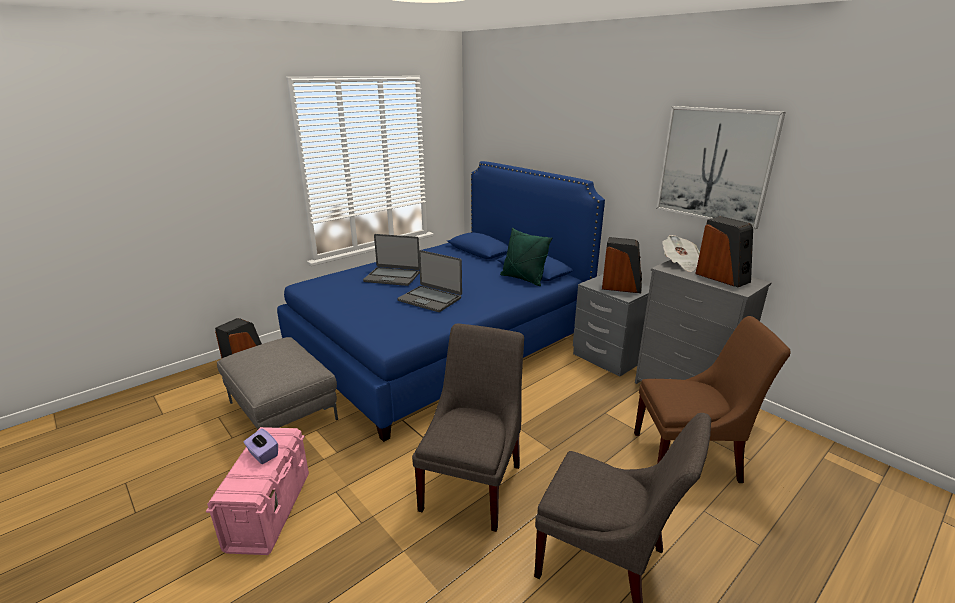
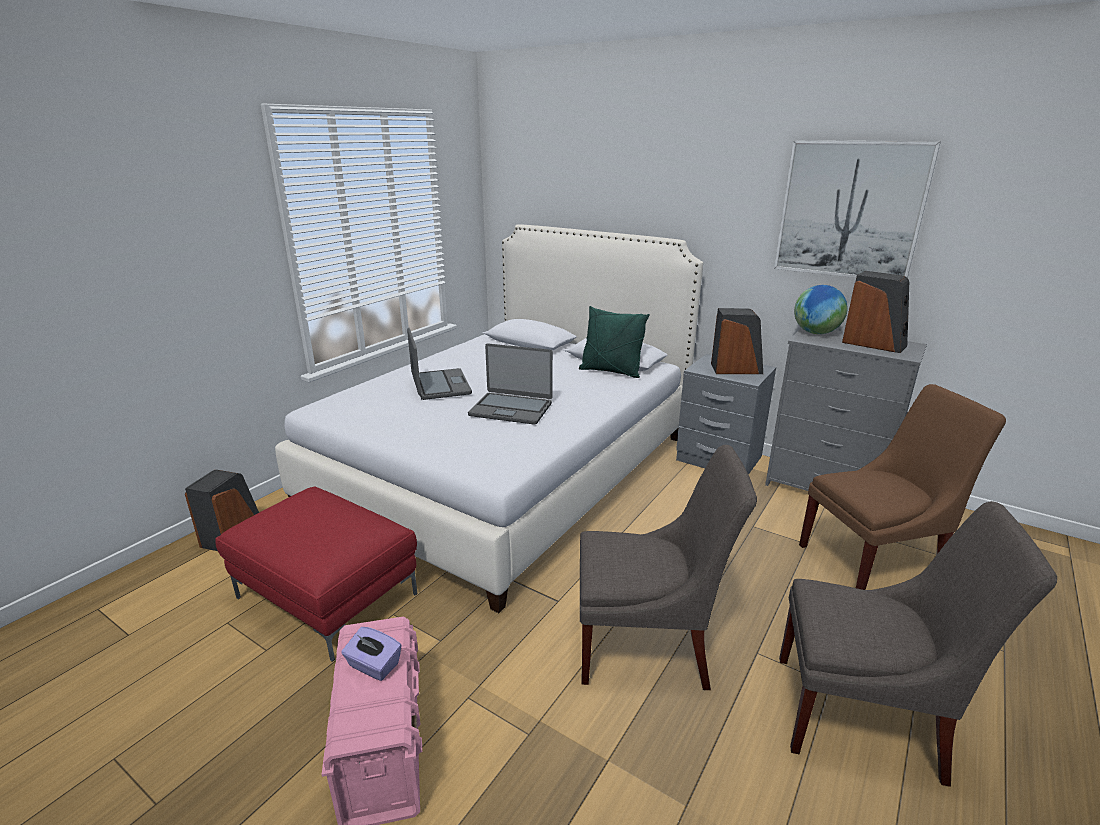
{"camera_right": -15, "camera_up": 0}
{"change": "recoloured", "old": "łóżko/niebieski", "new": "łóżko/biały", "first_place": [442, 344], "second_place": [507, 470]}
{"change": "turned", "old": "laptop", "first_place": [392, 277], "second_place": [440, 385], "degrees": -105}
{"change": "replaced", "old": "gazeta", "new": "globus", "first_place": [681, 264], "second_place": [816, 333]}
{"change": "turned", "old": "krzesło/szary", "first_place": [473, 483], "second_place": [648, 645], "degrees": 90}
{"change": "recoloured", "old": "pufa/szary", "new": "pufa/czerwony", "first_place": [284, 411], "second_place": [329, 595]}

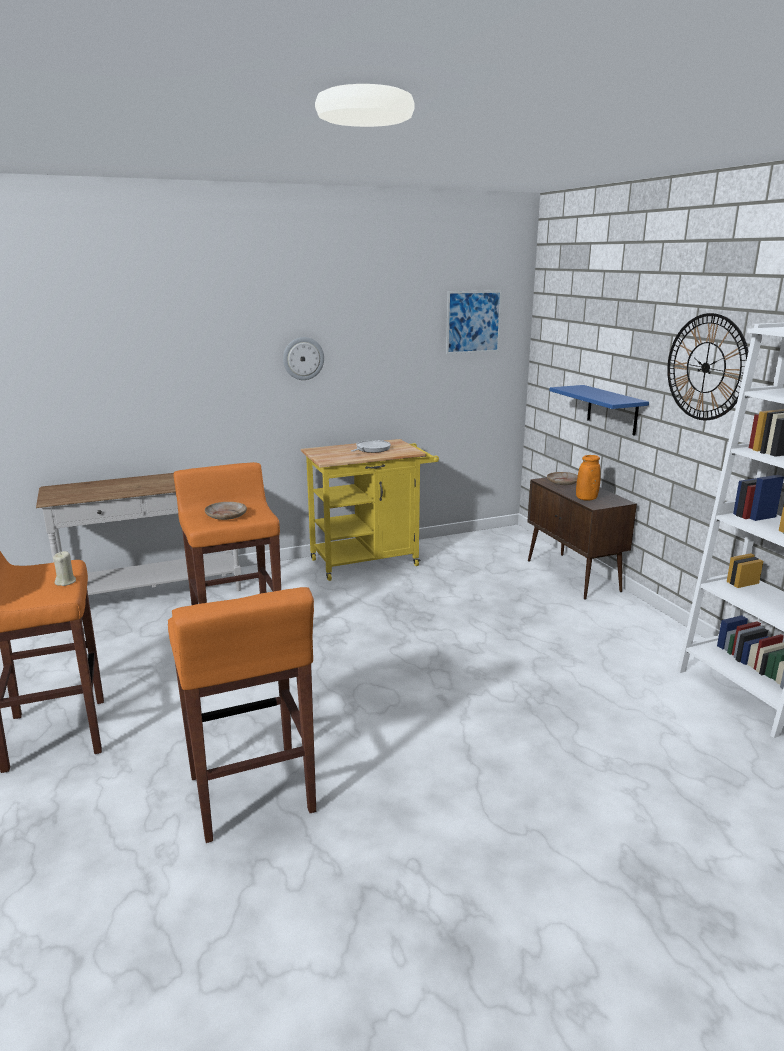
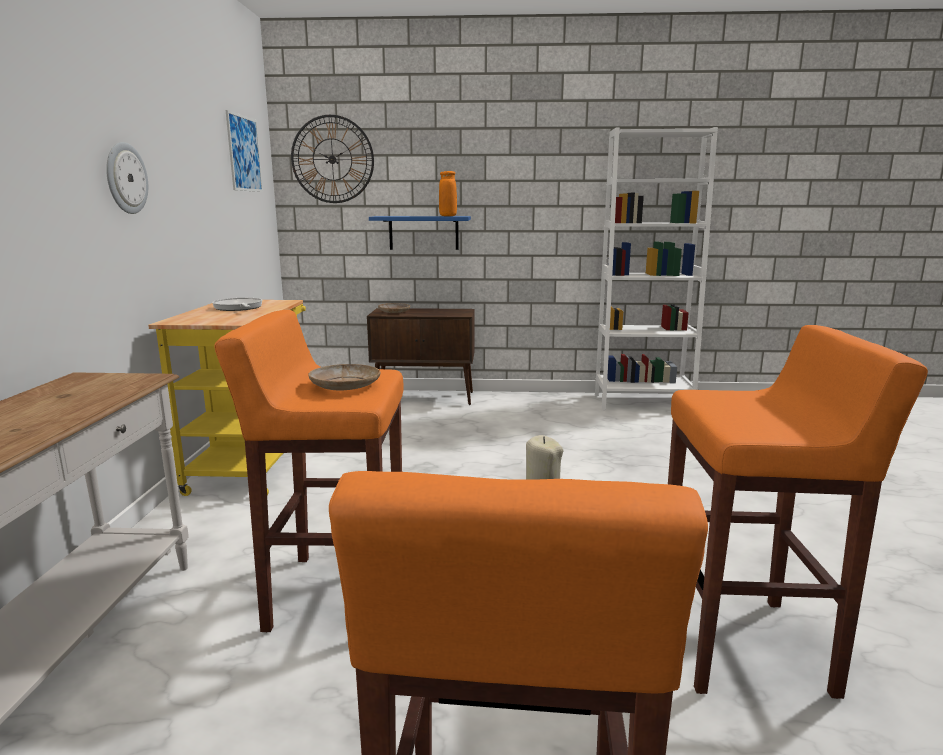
{"camera_right": -65, "camera_up": -5}
{"change": "moved", "old": "zegar ścienny", "first_place": [706, 367], "second_place": [332, 159]}
{"change": "moved", "old": "wazon/pomarańczowy", "first_place": [586, 498], "second_place": [448, 216]}

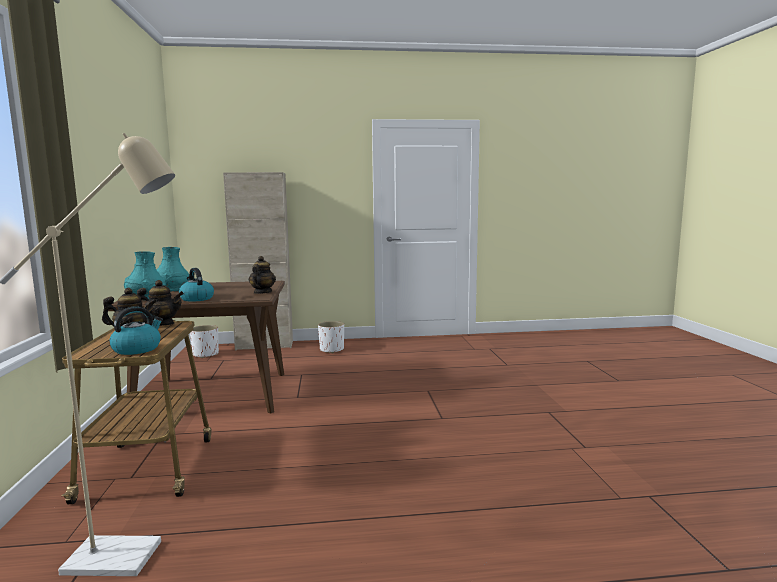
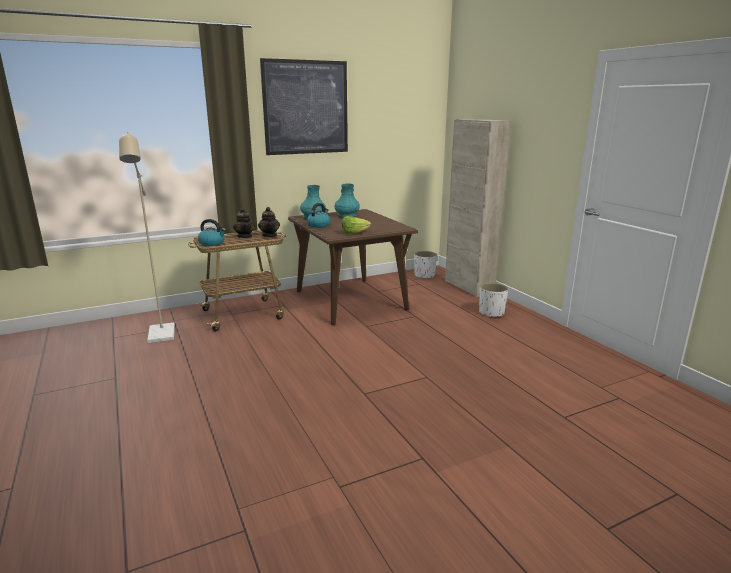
{"camera_right": 70, "camera_up": 10}
{"change": "replaced", "old": "imbryk", "new": "sałata", "first_place": [262, 292], "second_place": [354, 233]}
{"change": "added", "new": "obraz", "second_place": [306, 108]}

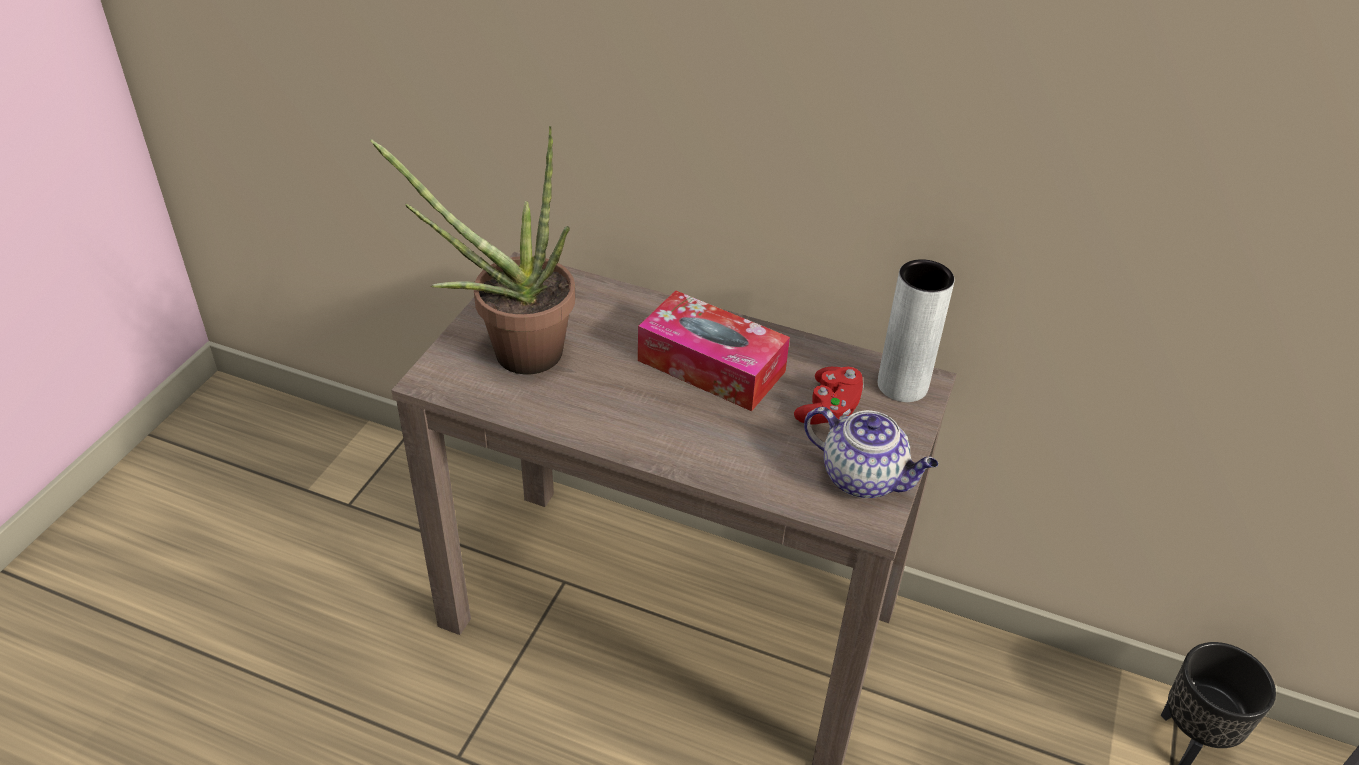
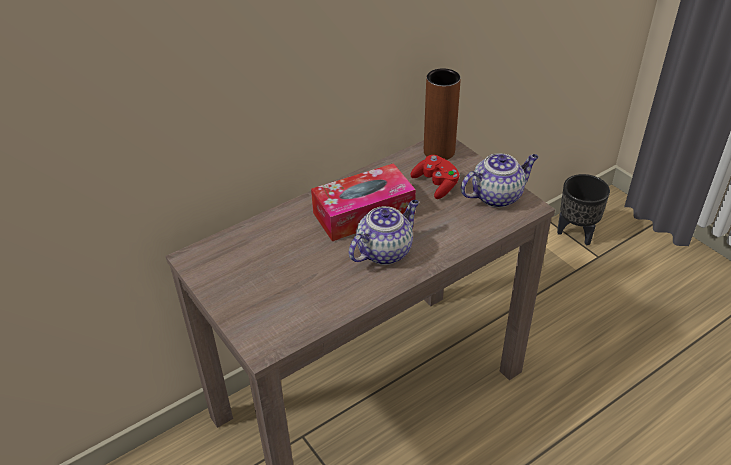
{"camera_right": -55, "camera_up": 0}
{"change": "removed", "old": "roślina doniczkowa", "first_place": [512, 354]}
{"change": "recoloured", "old": "wazon/szary", "new": "wazon/brązowy", "first_place": [902, 385], "second_place": [439, 151]}
{"change": "added", "new": "imbryk", "second_place": [385, 251]}

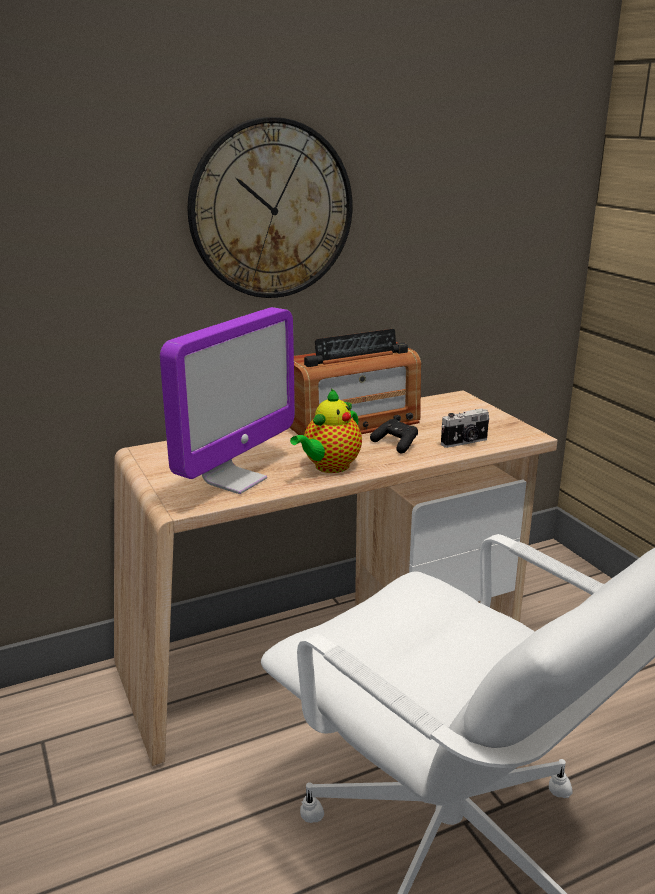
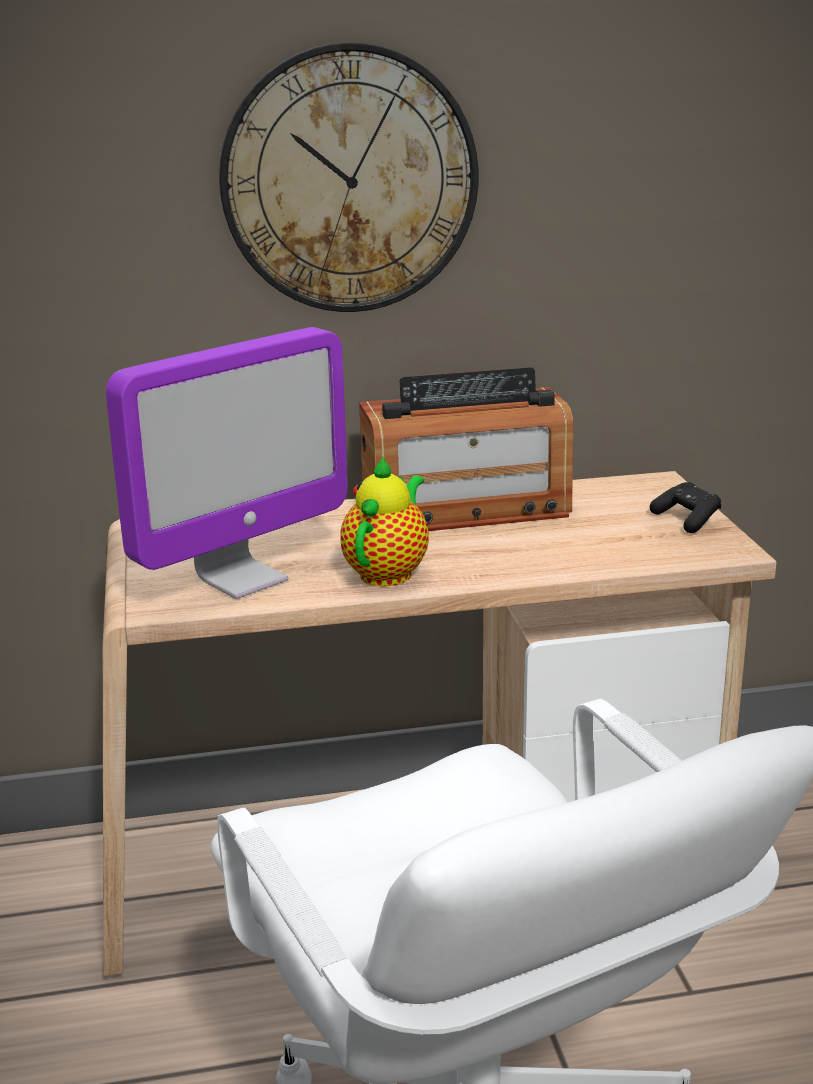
{"camera_right": 15, "camera_up": 0}
{"change": "turned", "old": "imbryk", "first_place": [329, 467], "second_place": [388, 572], "degrees": 150}
{"change": "removed", "old": "aparat fotograficzny", "first_place": [465, 442]}
{"change": "moved", "old": "pad do gier/czarny", "first_place": [395, 444], "second_place": [687, 520]}

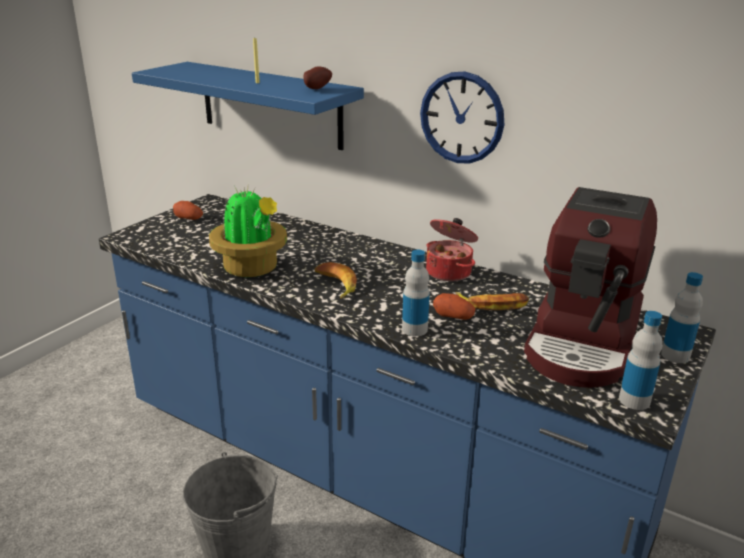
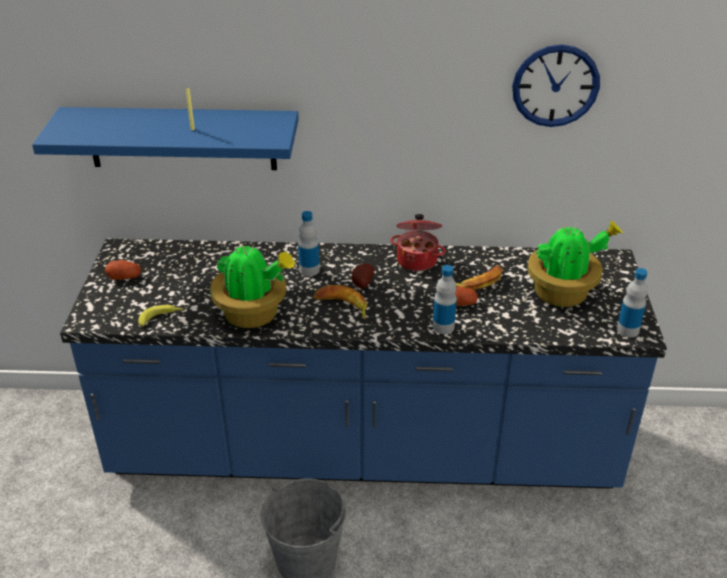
{"camera_right": -30, "camera_up": 10}
{"change": "moved", "old": "ziemniak", "first_place": [316, 89], "second_place": [361, 284]}
{"change": "moved", "old": "zegar ścienny", "first_place": [461, 118], "second_place": [555, 86]}
{"change": "replaced", "old": "ekspres do kawy", "new": "roślina doniczkowa", "first_place": [584, 342], "second_place": [563, 293]}
{"change": "moved", "old": "butelka", "first_place": [675, 355], "second_place": [309, 270]}
{"change": "added", "new": "banan", "second_place": [161, 318]}

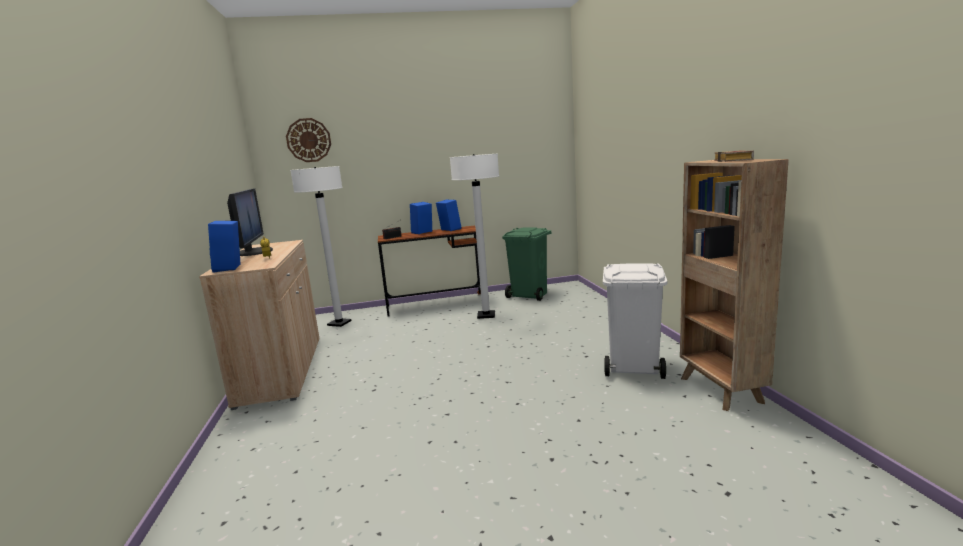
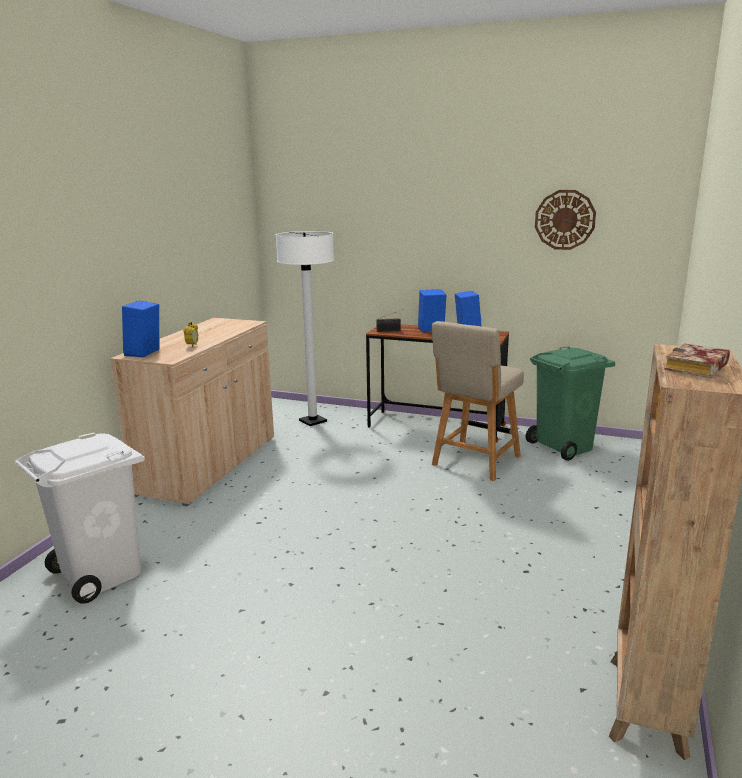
{"camera_right": 30, "camera_up": 5}
{"change": "moved", "old": "zegar ścienny", "first_place": [308, 140], "second_place": [565, 220]}
{"change": "replaced", "old": "lampa stojąca/biały", "new": "krzesło/beżowy", "first_place": [486, 315], "second_place": [474, 462]}
{"change": "removed", "old": "monitor", "first_place": [253, 252]}
{"change": "moved", "old": "kosz na śmieci/biały", "first_place": [634, 367], "second_place": [102, 574]}

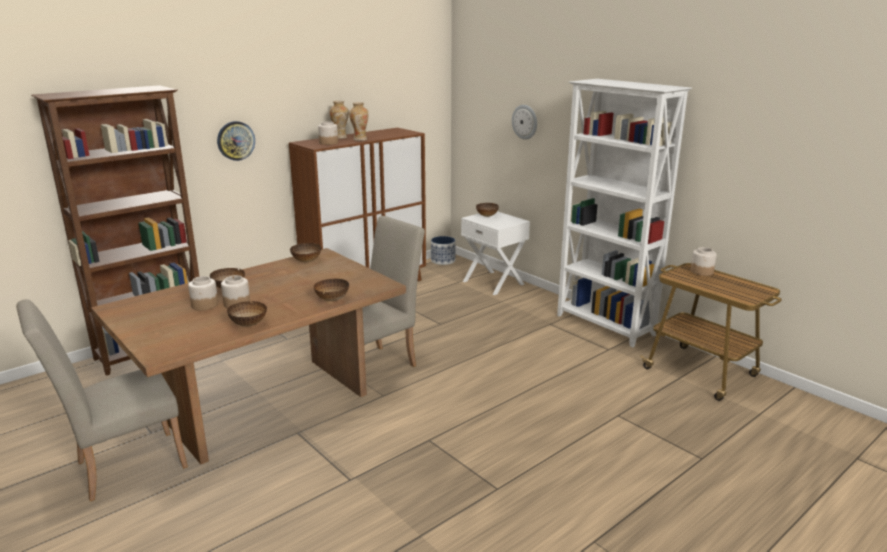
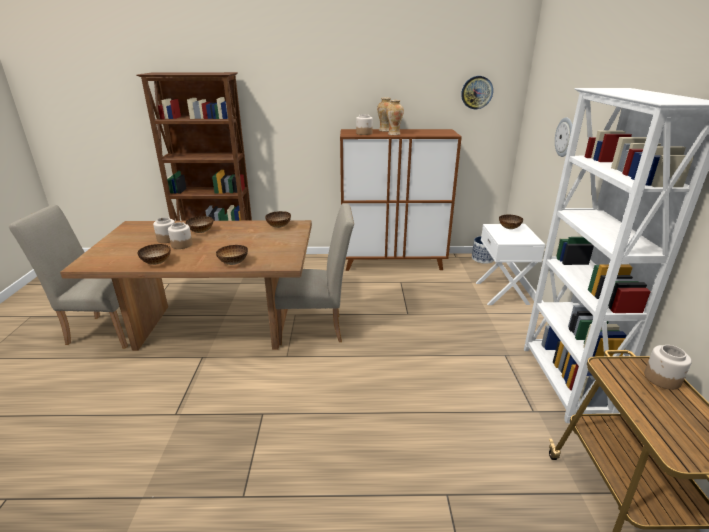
{"camera_right": 40, "camera_up": 5}
{"change": "moved", "old": "zegar ścienny", "first_place": [235, 140], "second_place": [476, 92]}

